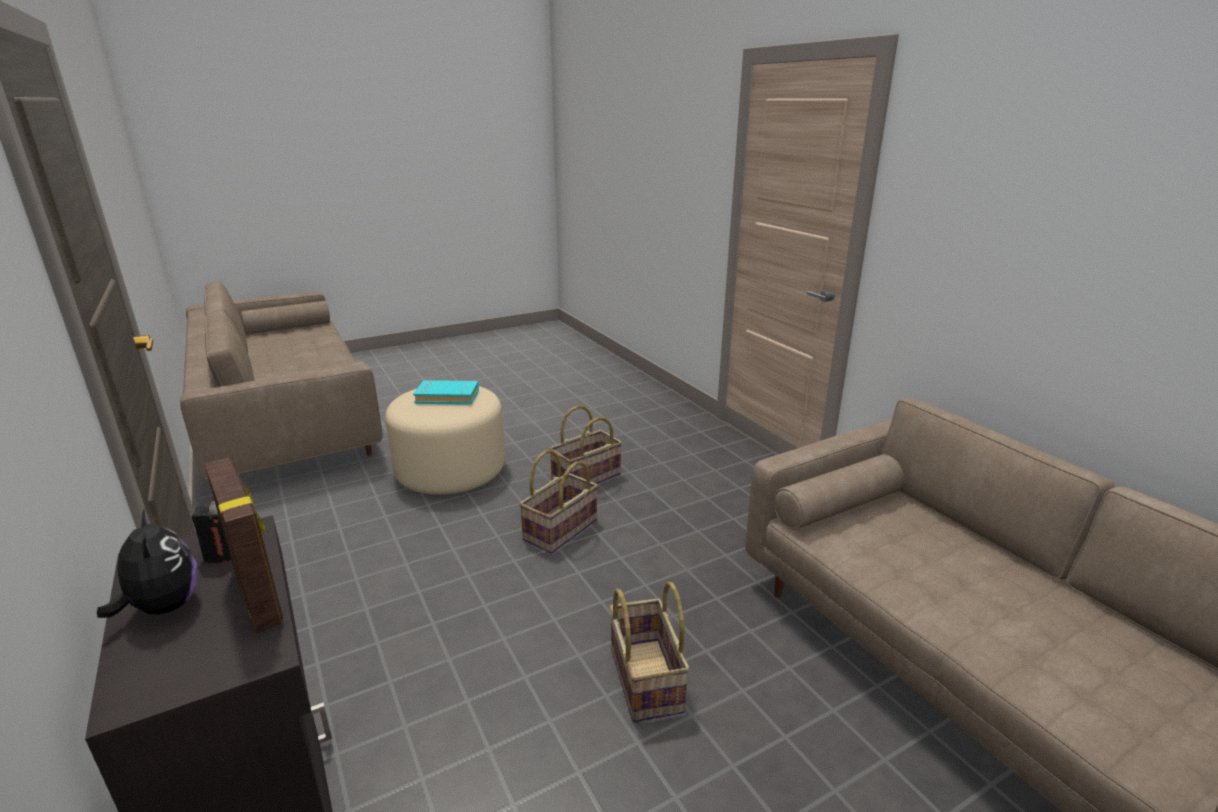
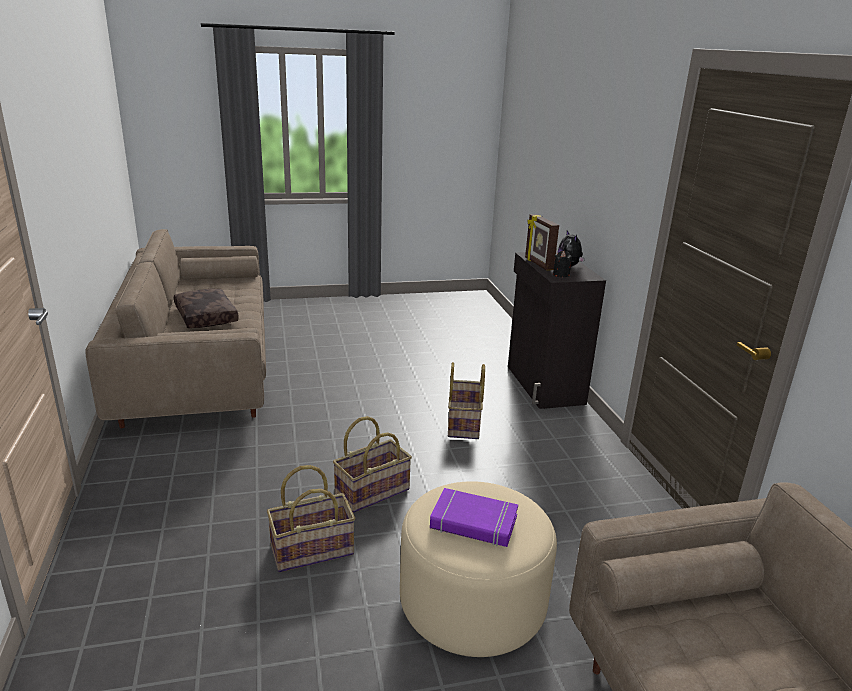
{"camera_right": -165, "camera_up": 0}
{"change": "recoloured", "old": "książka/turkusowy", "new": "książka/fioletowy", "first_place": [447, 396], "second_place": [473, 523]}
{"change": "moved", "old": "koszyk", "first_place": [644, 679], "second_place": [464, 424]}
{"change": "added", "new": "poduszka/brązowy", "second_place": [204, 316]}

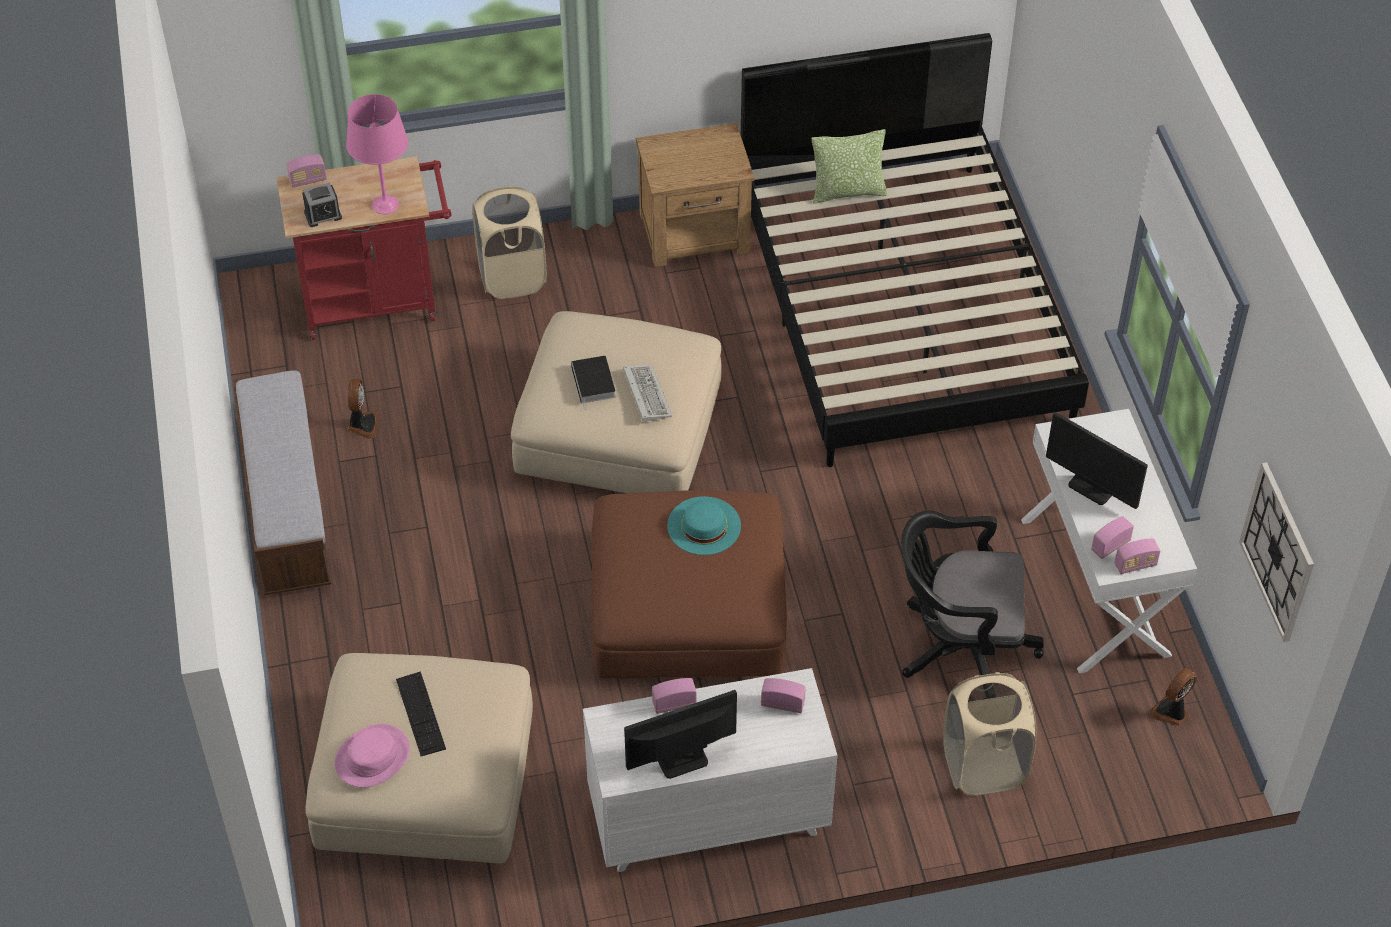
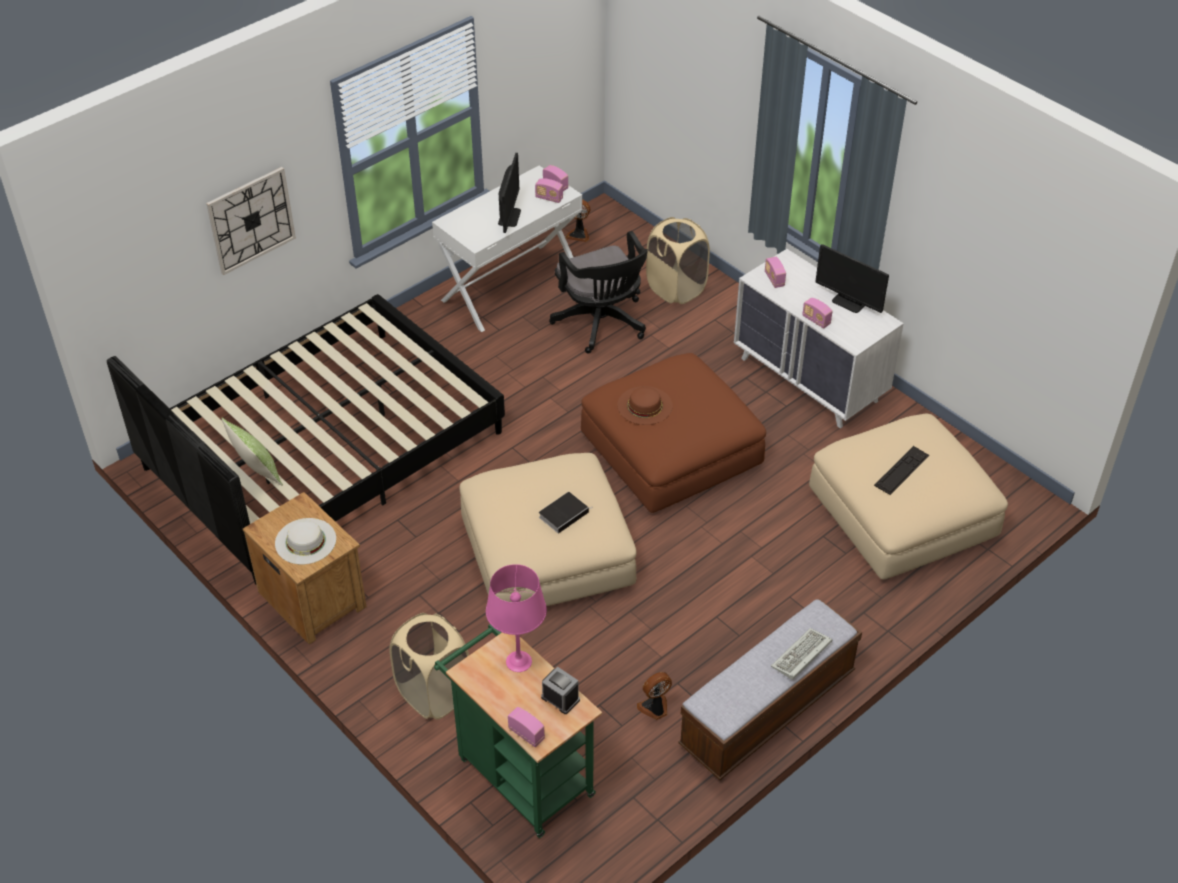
{"camera_right": -120, "camera_up": -5}
{"change": "recoloured", "old": "wózek/czerwony", "new": "wózek/zielony", "first_place": [378, 301], "second_place": [520, 772]}
{"change": "moved", "old": "klawiatura", "first_place": [645, 393], "second_place": [801, 657]}
{"change": "moved", "old": "zegar ścienny", "first_place": [1278, 552], "second_place": [251, 220]}
{"change": "recoloured", "old": "kapelusz/turkusowy", "new": "kapelusz/brązowy", "first_place": [704, 525], "second_place": [644, 405]}
{"change": "removed", "old": "kapelusz/różowy", "first_place": [372, 757]}
{"change": "added", "new": "kapelusz/biały", "second_place": [305, 541]}

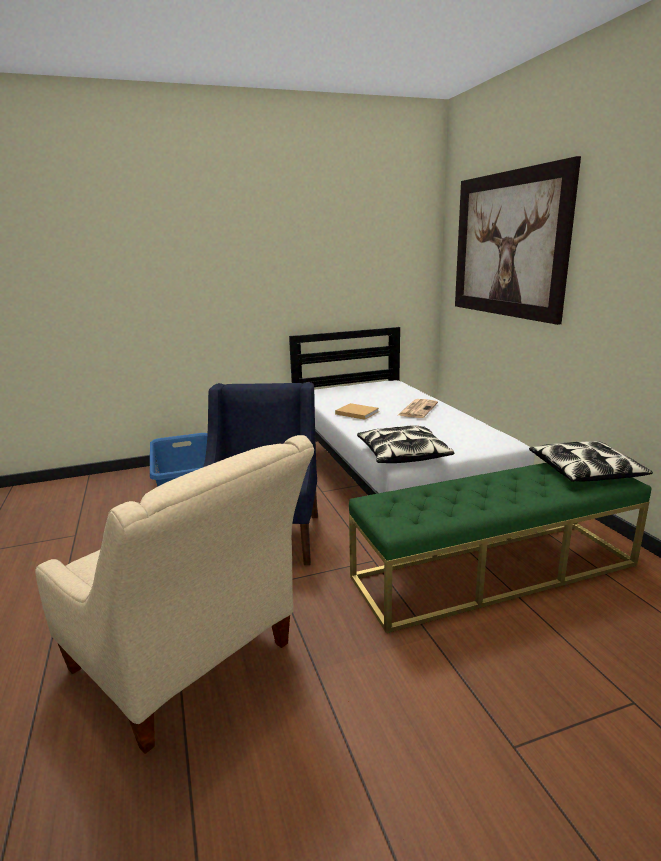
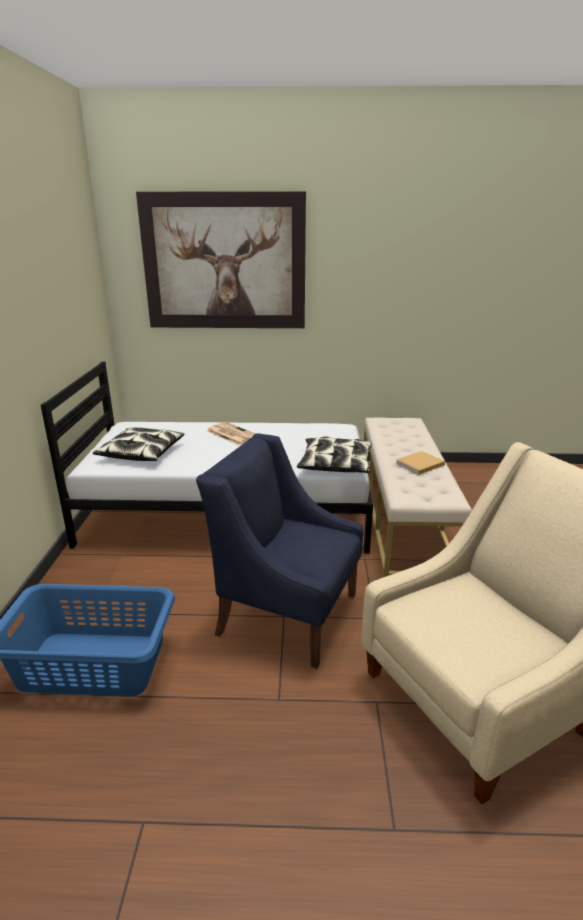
{"camera_right": -70, "camera_up": 5}
{"change": "moved", "old": "książka/beżowy", "first_place": [356, 412], "second_place": [418, 464]}
{"change": "moved", "old": "poduszka", "first_place": [585, 471], "second_place": [141, 453]}
{"change": "recoloured", "old": "ławka/zielony", "new": "ławka/beżowy", "first_place": [494, 571], "second_place": [402, 514]}

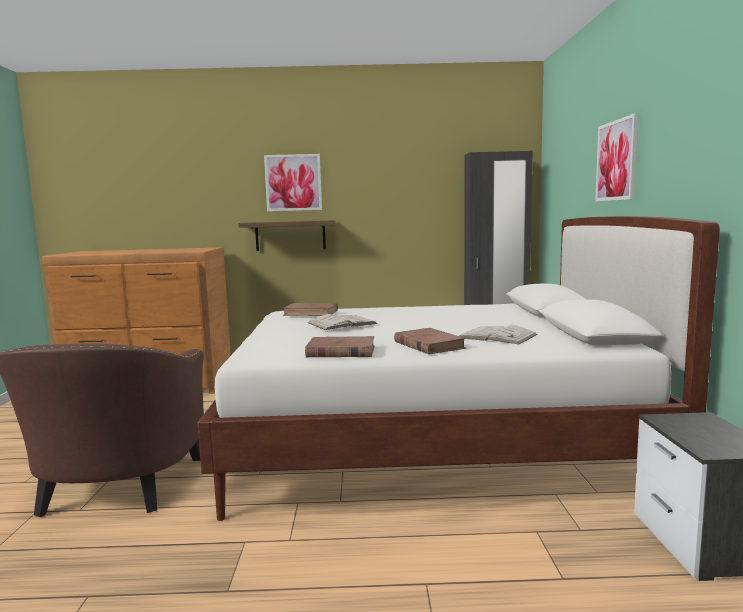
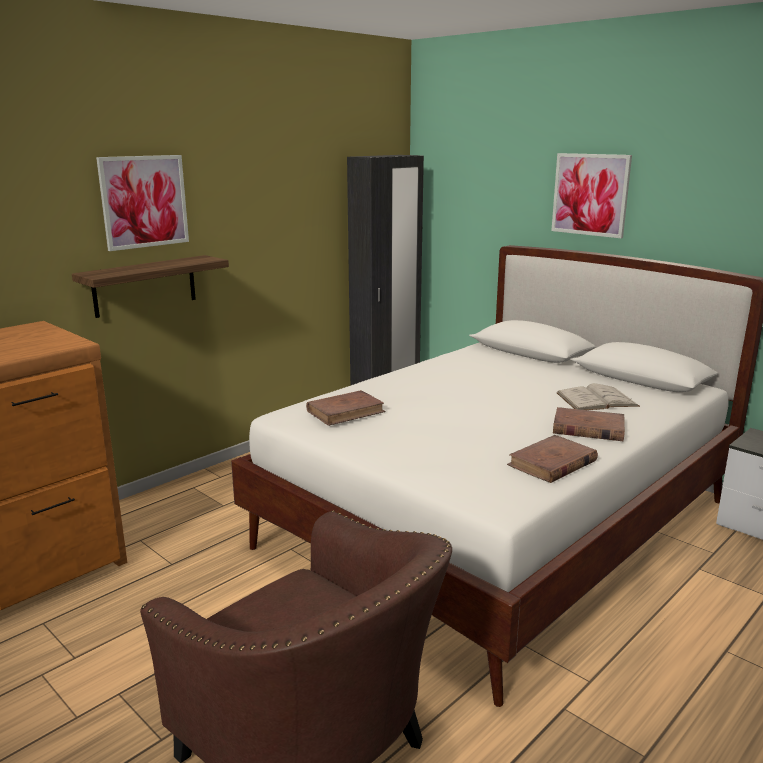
{"camera_right": -45, "camera_up": 10}
{"change": "removed", "old": "książka/biały", "first_place": [342, 323]}

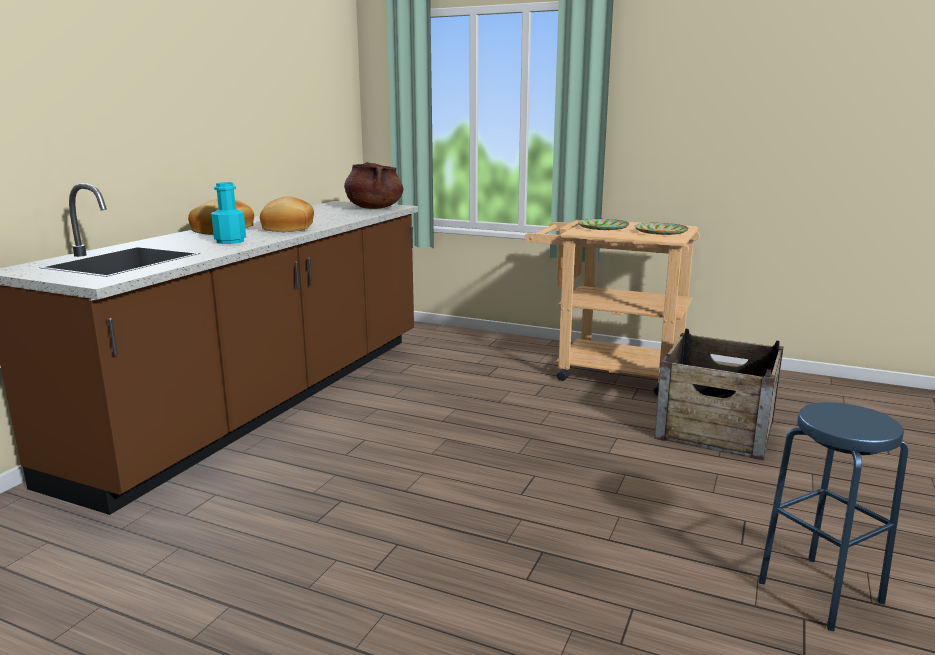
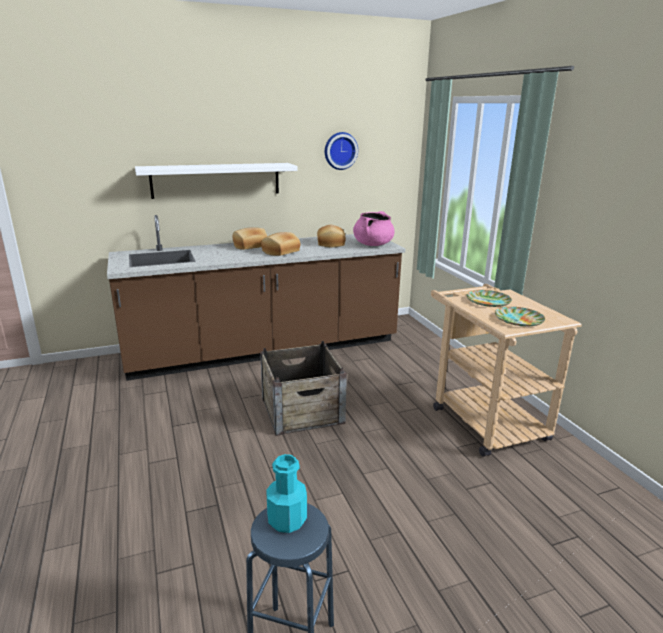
{"camera_right": 45, "camera_up": 5}
{"change": "recoloured", "old": "garnek/brązowy", "new": "garnek/różowy", "first_place": [374, 208], "second_place": [373, 244]}
{"change": "moved", "old": "butelka/turkusowy", "first_place": [230, 241], "second_place": [287, 520]}
{"change": "moved", "old": "skrzynka", "first_place": [715, 428], "second_place": [302, 410]}
{"change": "added", "new": "zegar ścienny", "second_place": [340, 151]}
{"change": "added", "new": "półka/biały", "second_place": [216, 180]}
{"change": "added", "new": "chleb", "second_place": [331, 243]}

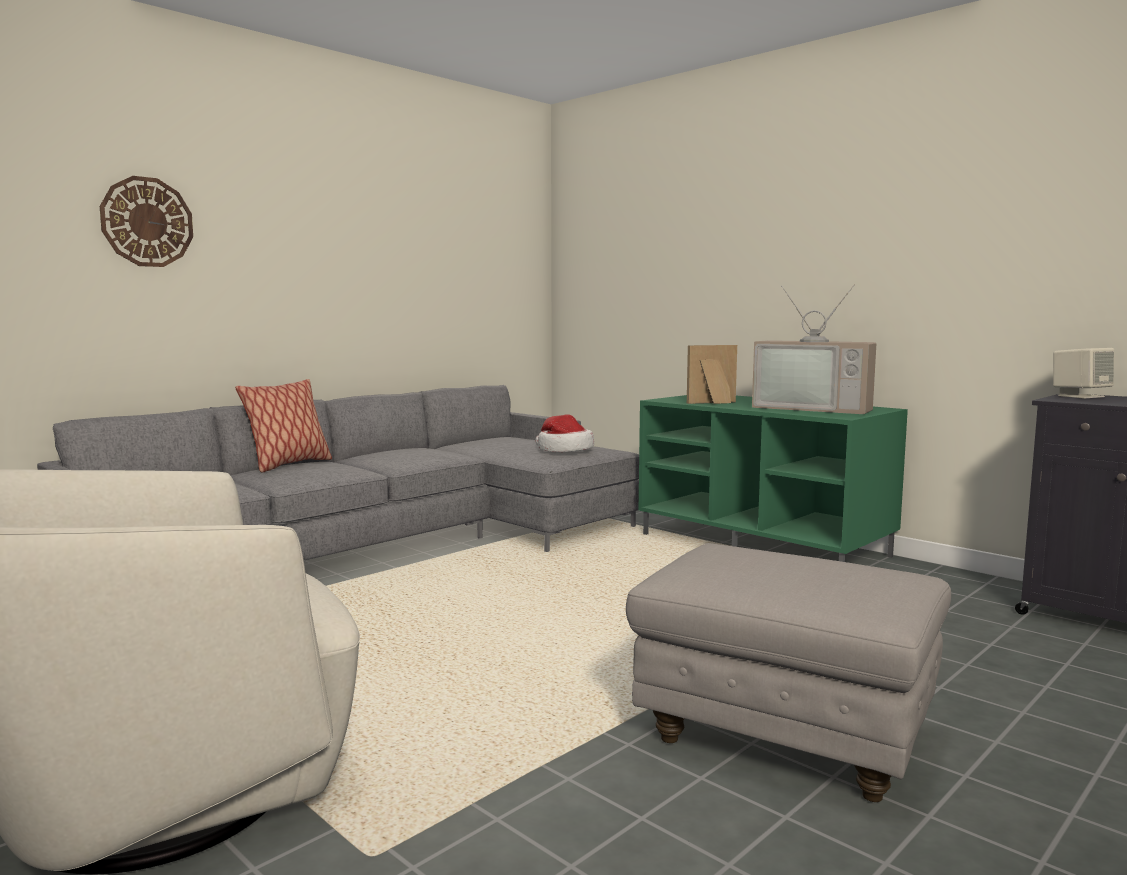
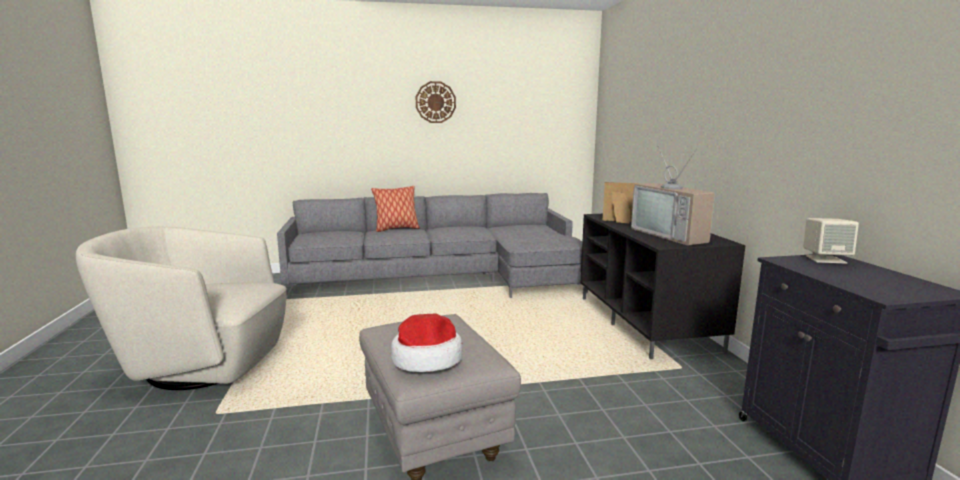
{"camera_right": 35, "camera_up": 5}
{"change": "moved", "old": "zegar ścienny", "first_place": [147, 222], "second_place": [435, 102]}
{"change": "recoloured", "old": "szafka pod telewizor/zielony", "new": "szafka pod telewizor/czarny", "first_place": [765, 545], "second_place": [647, 323]}
{"change": "moved", "old": "kapelusz", "first_place": [564, 450], "second_place": [426, 359]}

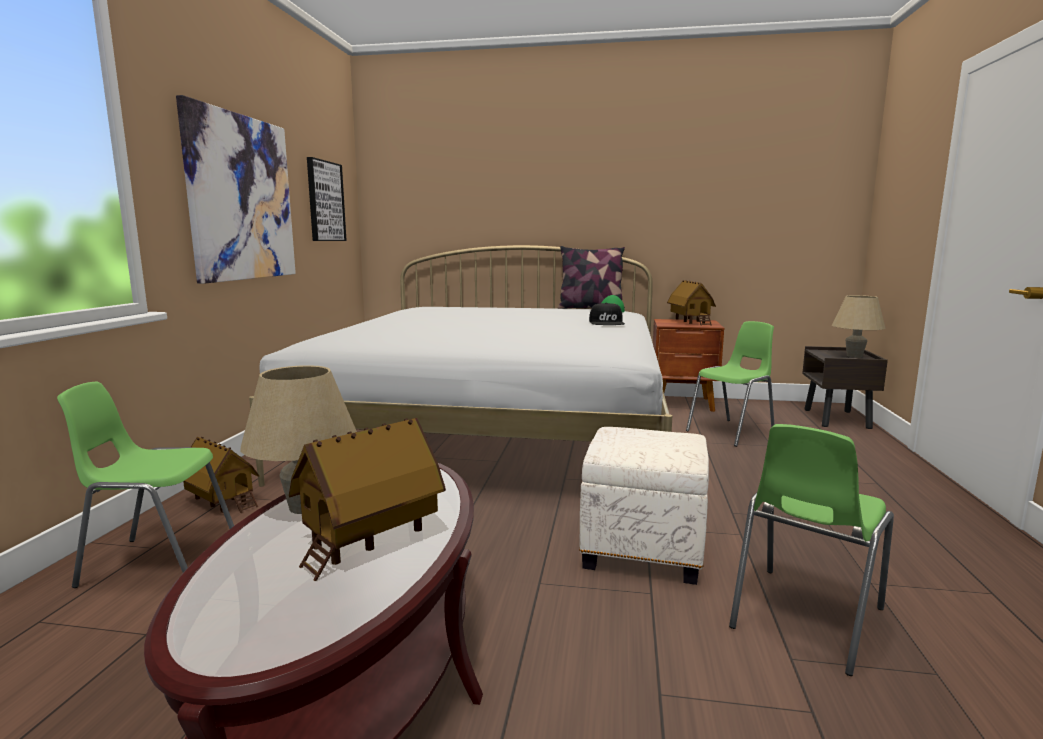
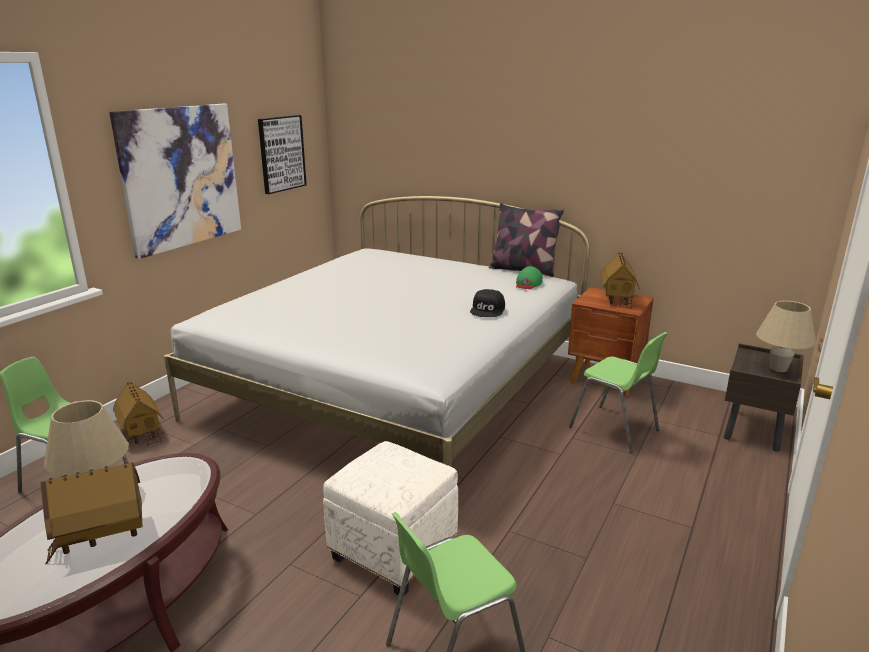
{"camera_right": 20, "camera_up": 10}
{"change": "turned", "old": "krzesło/zielony", "first_place": [732, 432], "second_place": [615, 429], "degrees": 60}

